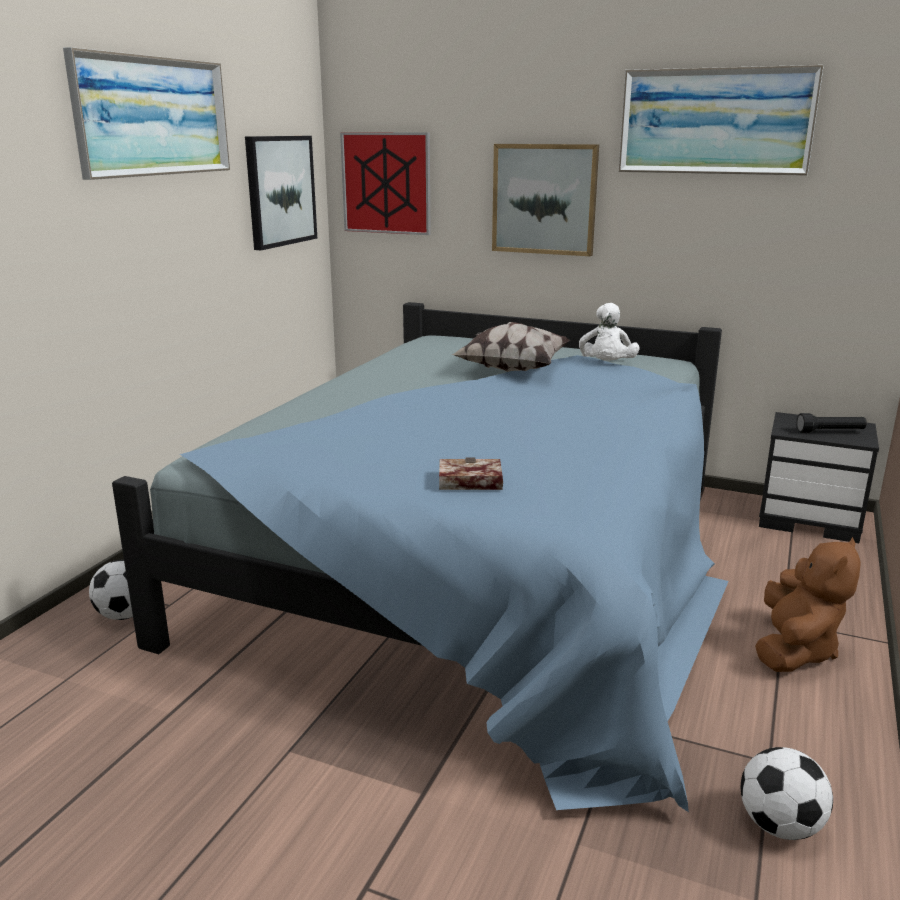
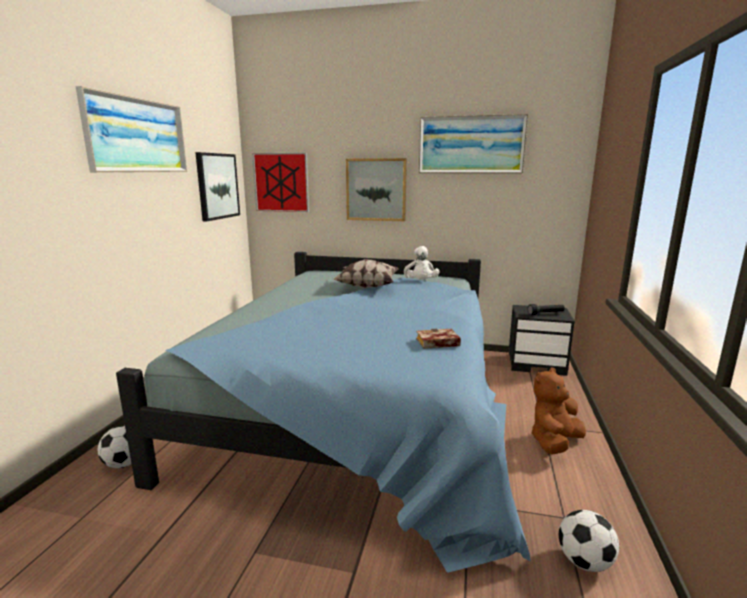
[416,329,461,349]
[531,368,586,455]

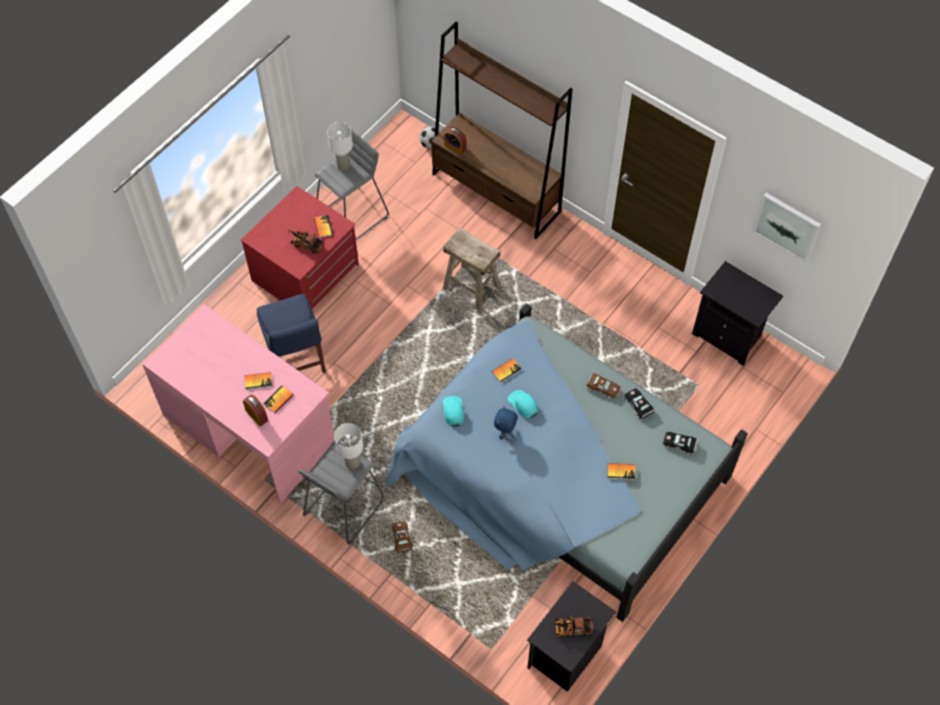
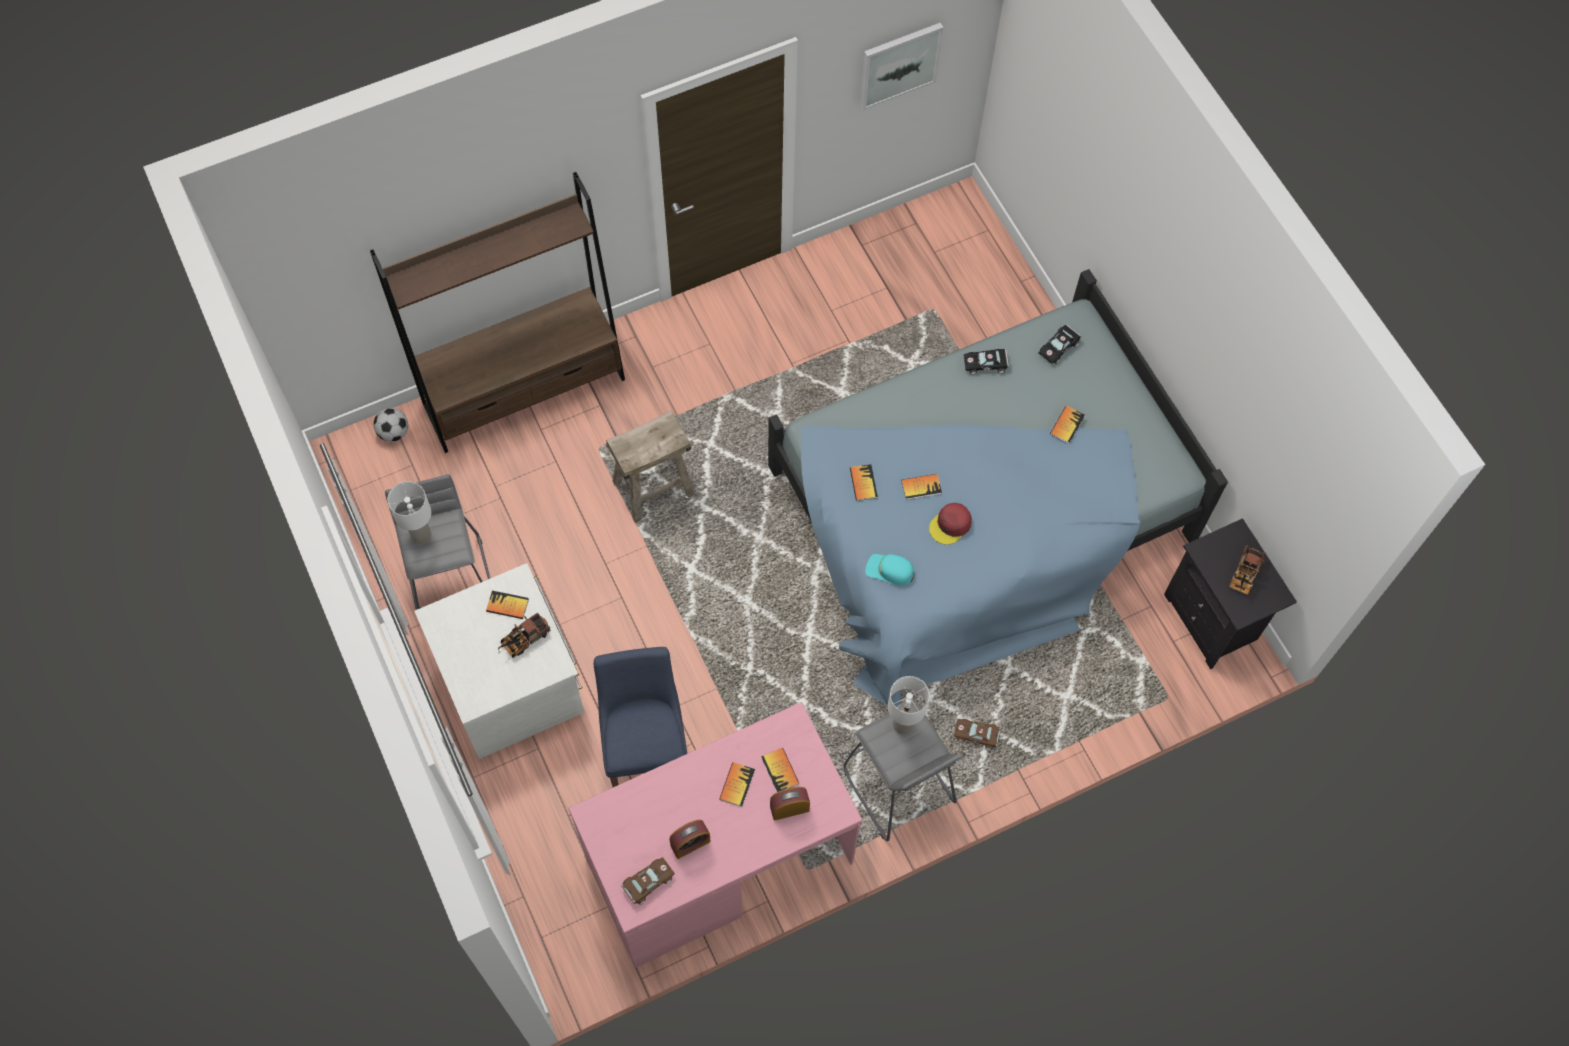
[414,563,584,759]
[594,647,687,787]
[621,857,675,905]
[670,820,711,859]
[901,474,942,500]
[929,503,972,545]
[692,261,783,366] (first image)

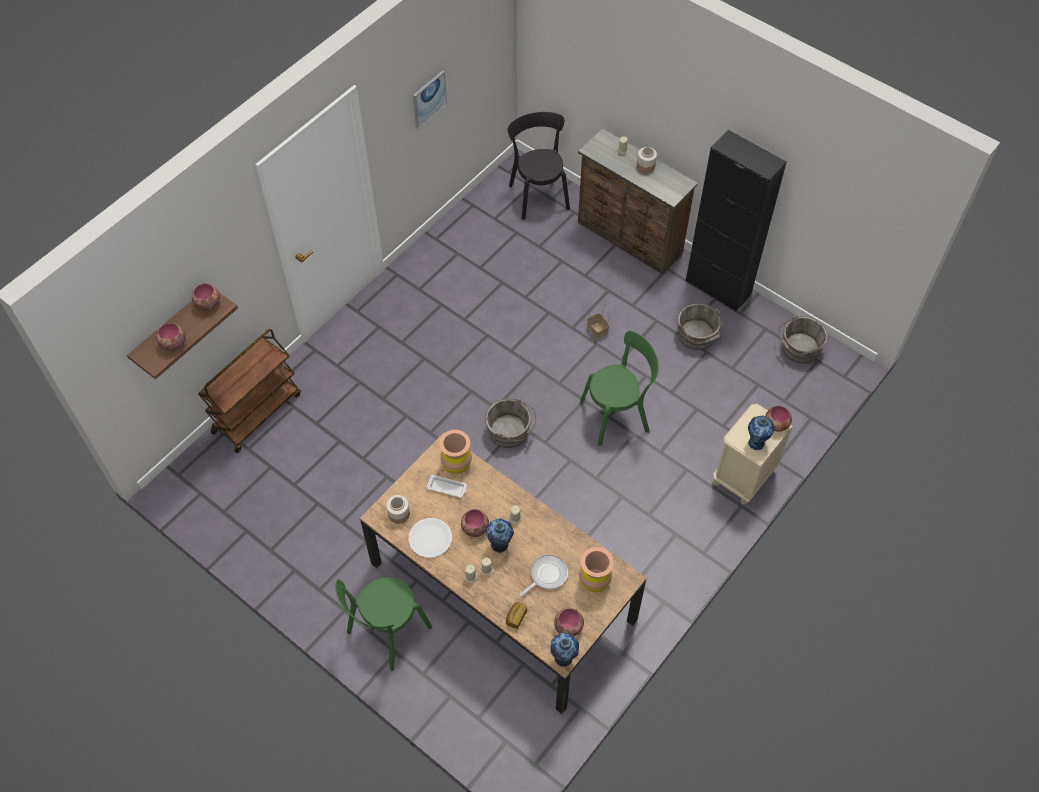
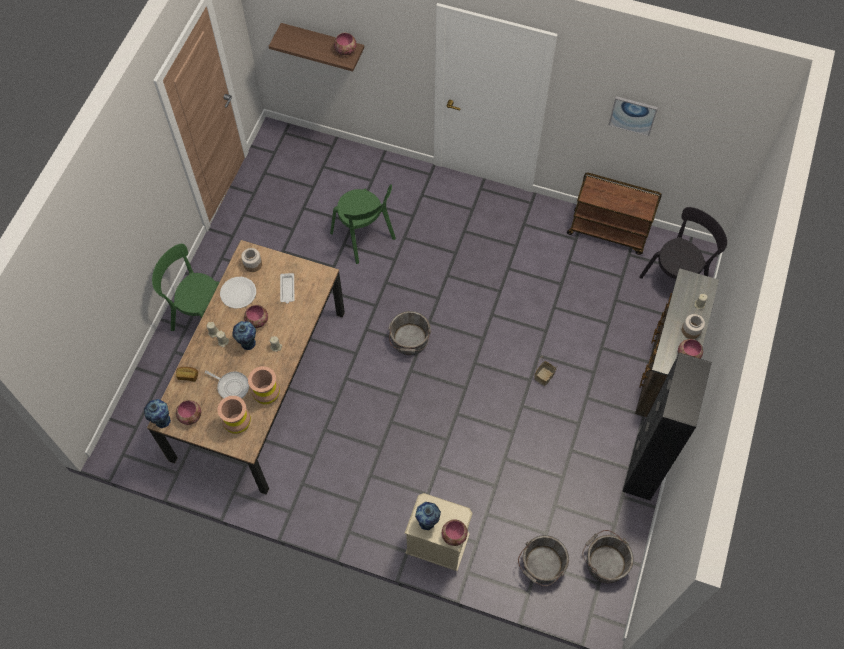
[248,366,280,405]
[330,184,396,264]
[518,535,569,586]
[567,173,662,255]
[678,339,703,359]

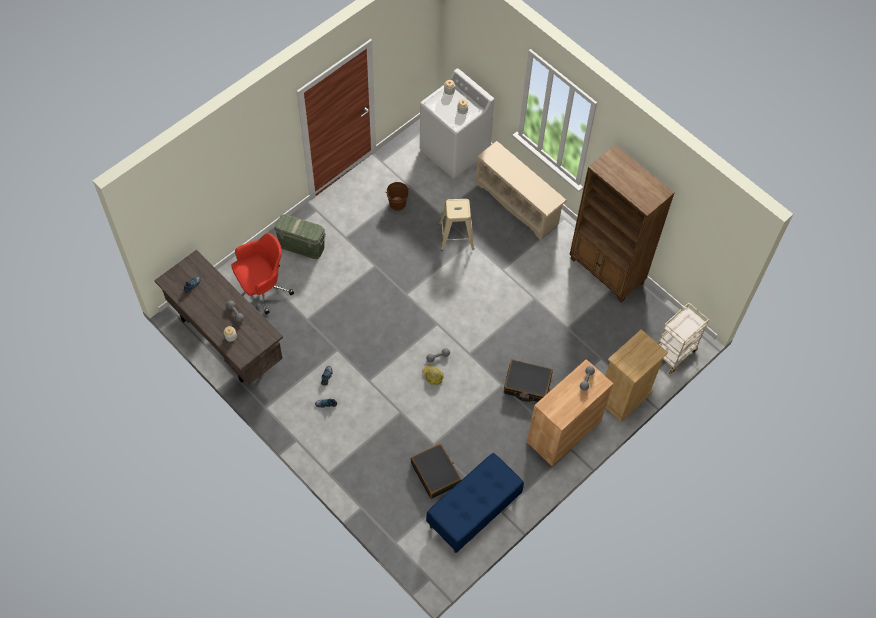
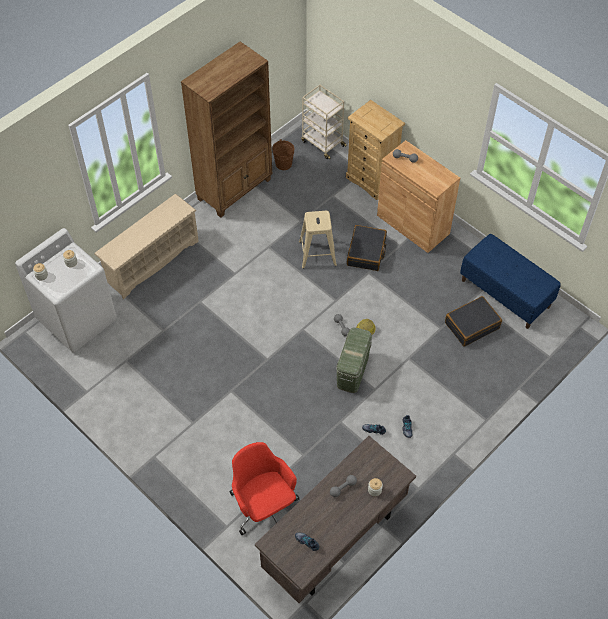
[272,139,294,170]
[299,211,337,269]
[336,327,372,393]

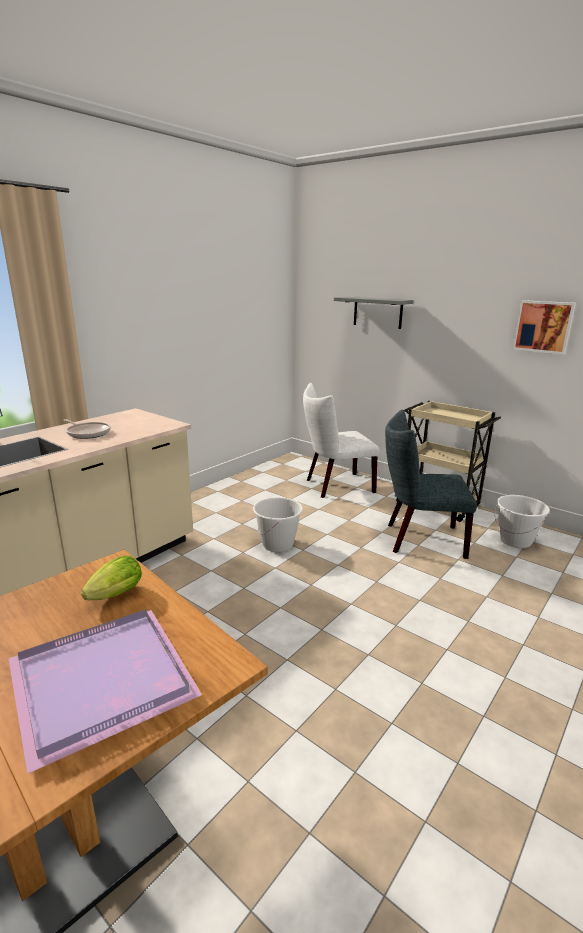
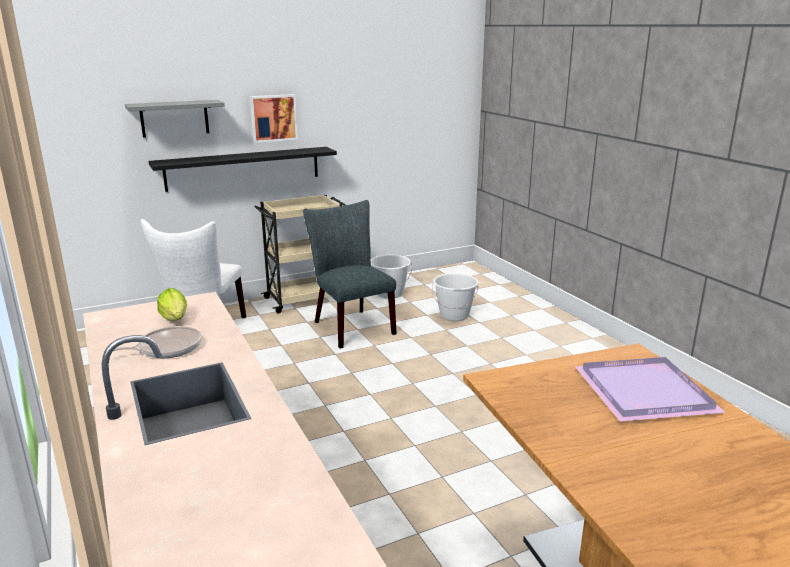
[149,147,337,192]
[157,288,187,321]
[250,94,298,143]
[303,200,397,349]
[432,273,479,321]

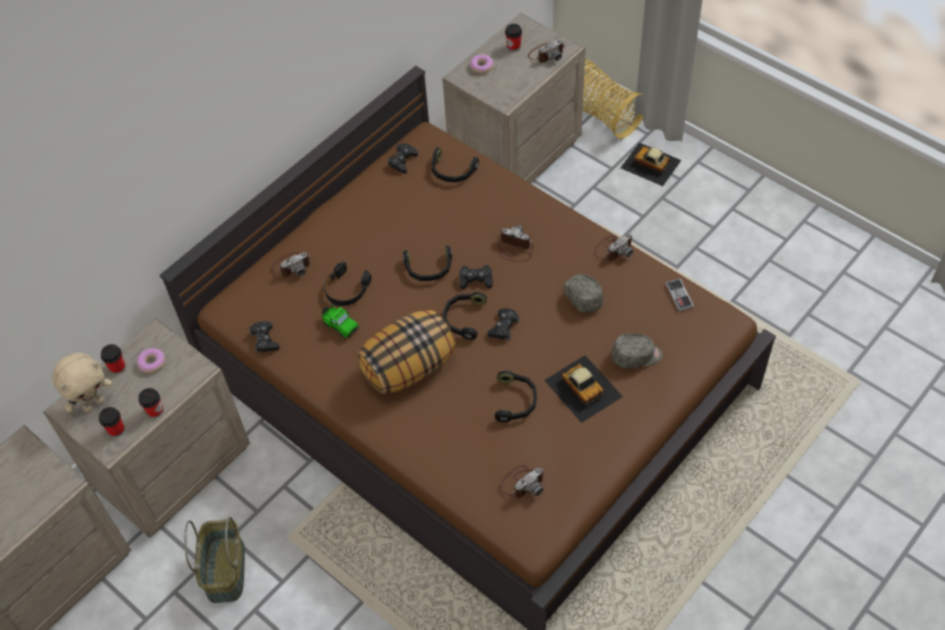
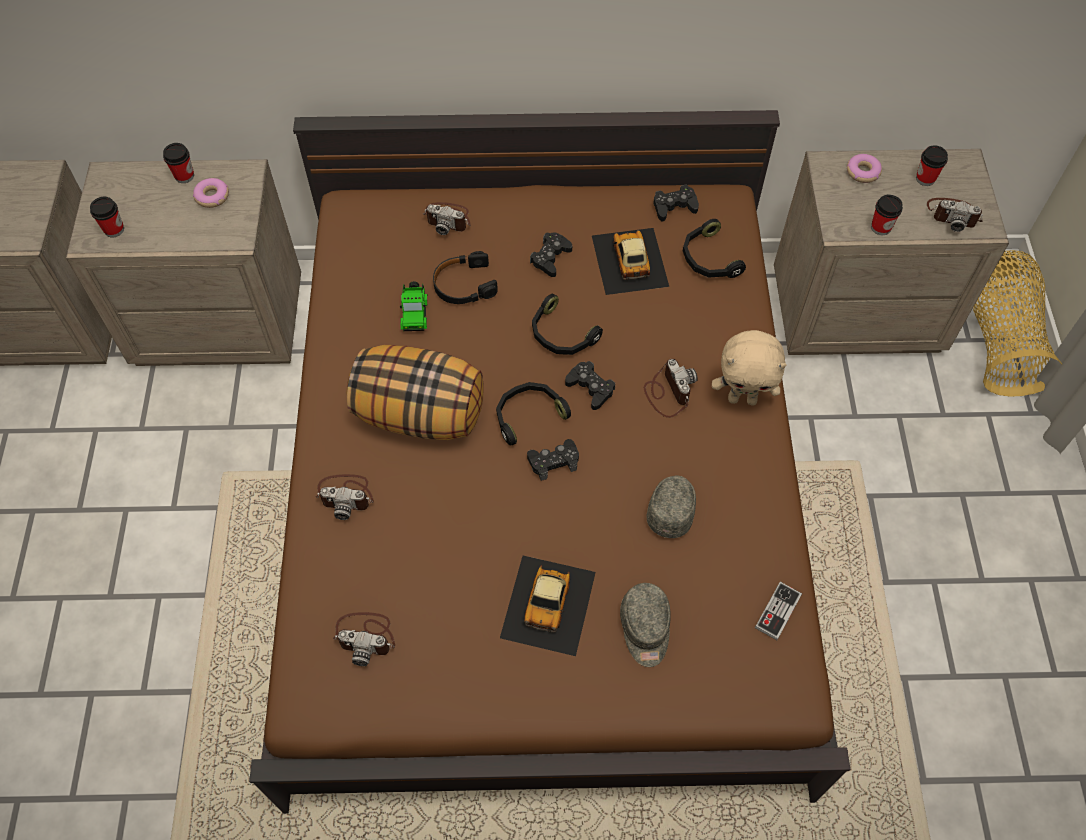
[316,474,374,520]
[530,232,572,277]
[592,228,669,295]
[620,583,671,667]
[712,330,787,406]
[871,195,903,235]
[184,517,245,603] (first image)
[495,371,537,422] (first image)

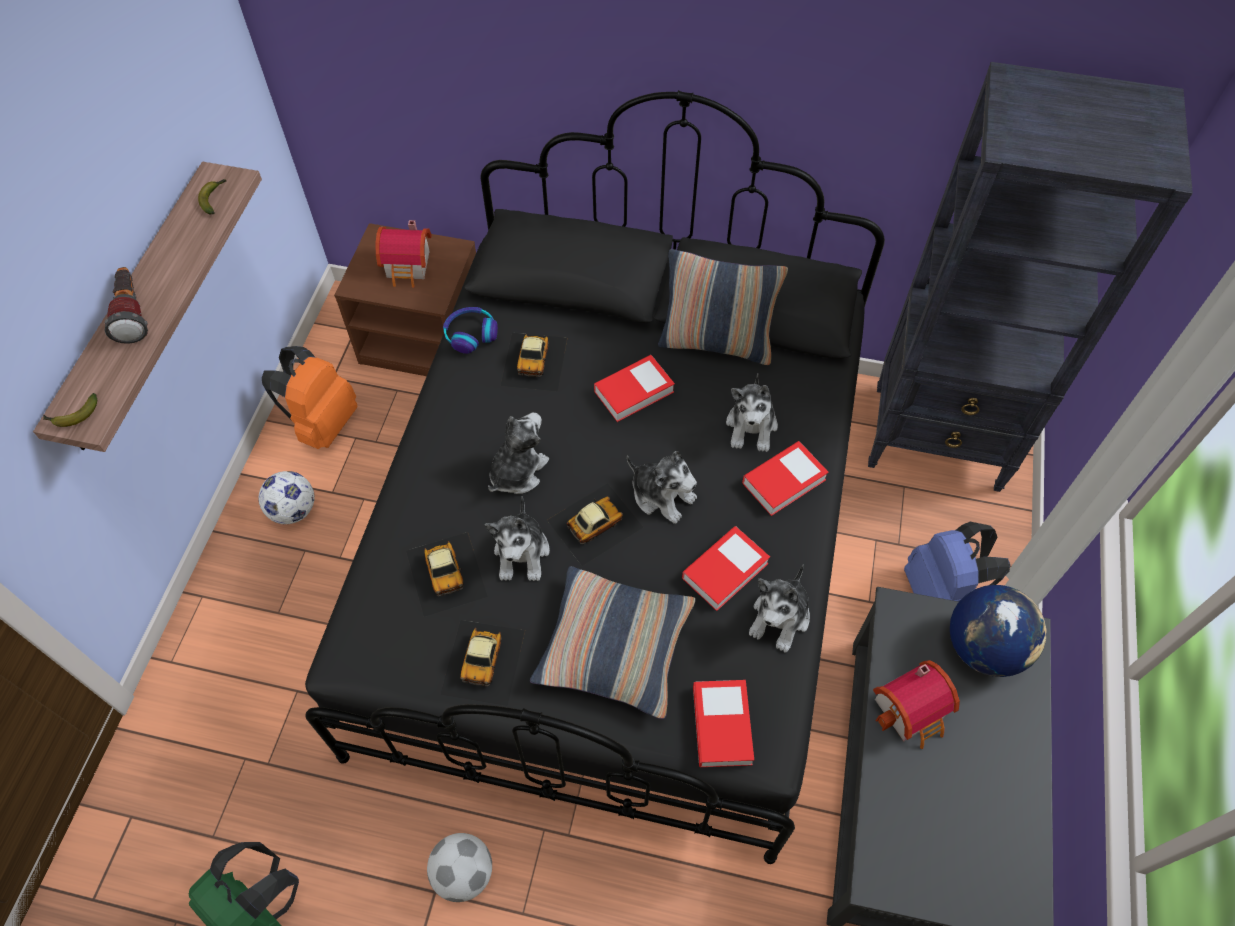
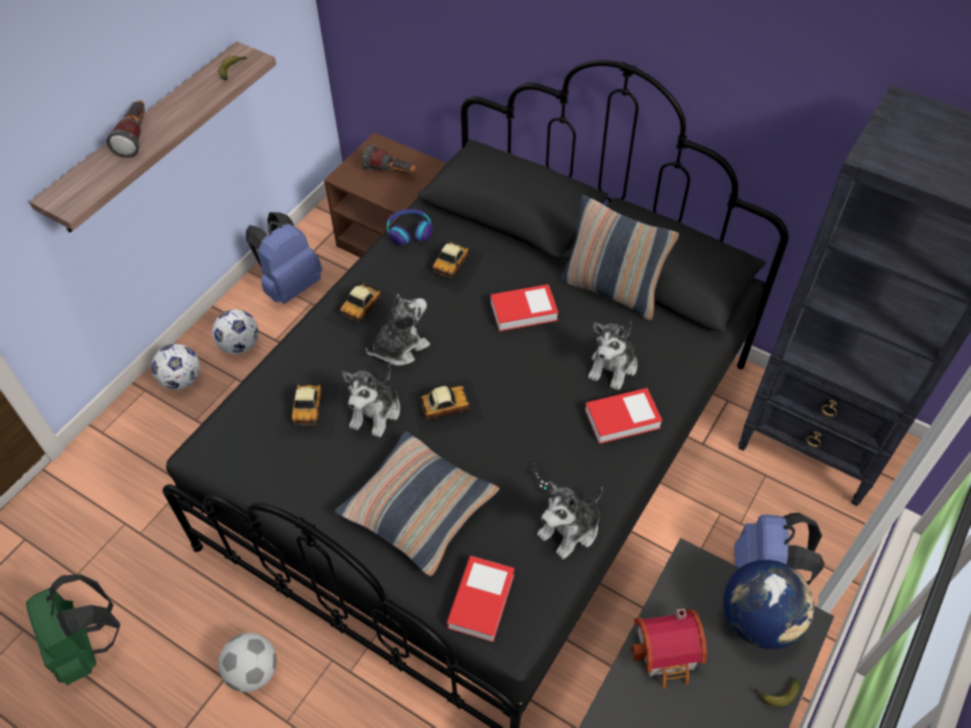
[152,344,200,390]
[246,212,322,304]
[323,280,396,339]
[362,145,417,174]
[526,461,551,493]
[754,678,800,707]
[627,451,697,524] (first image)

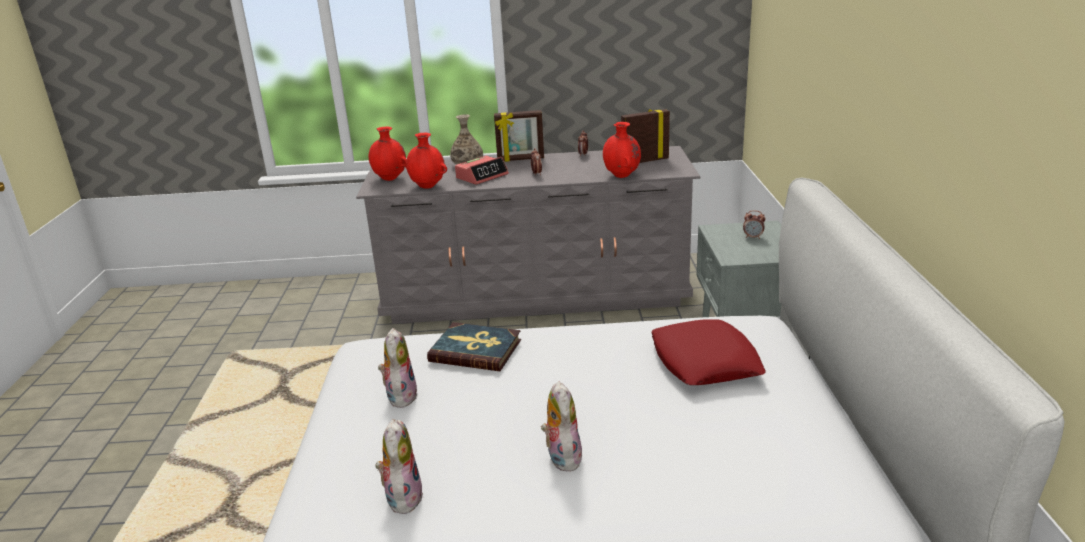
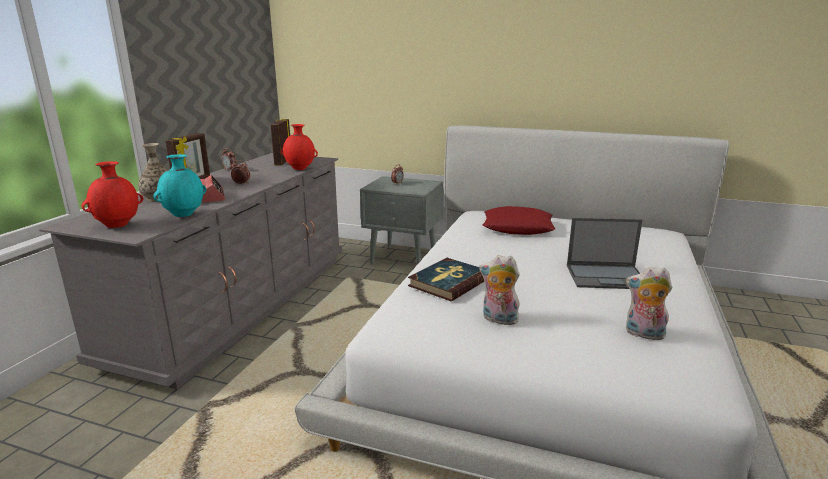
[153,154,206,217]
[567,218,642,289]

